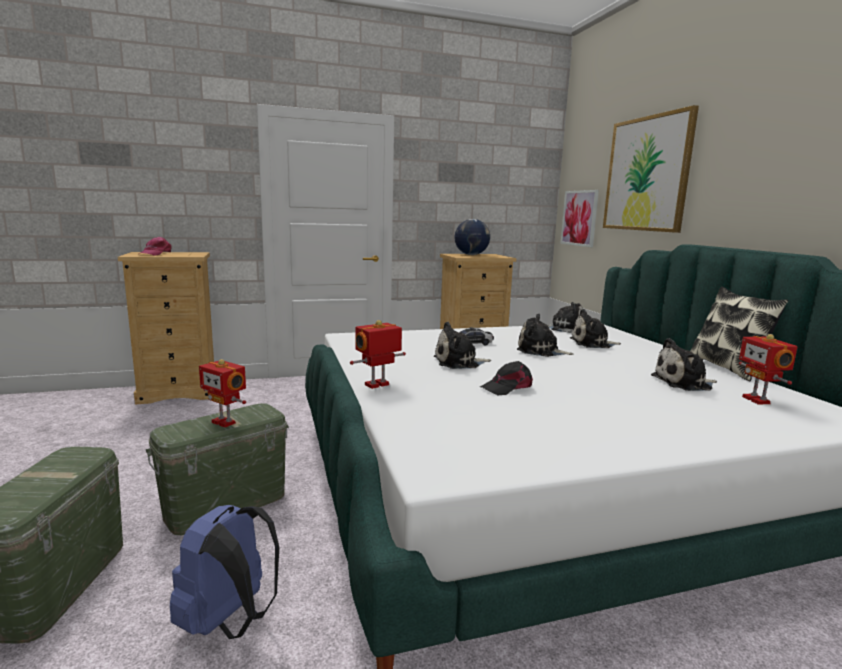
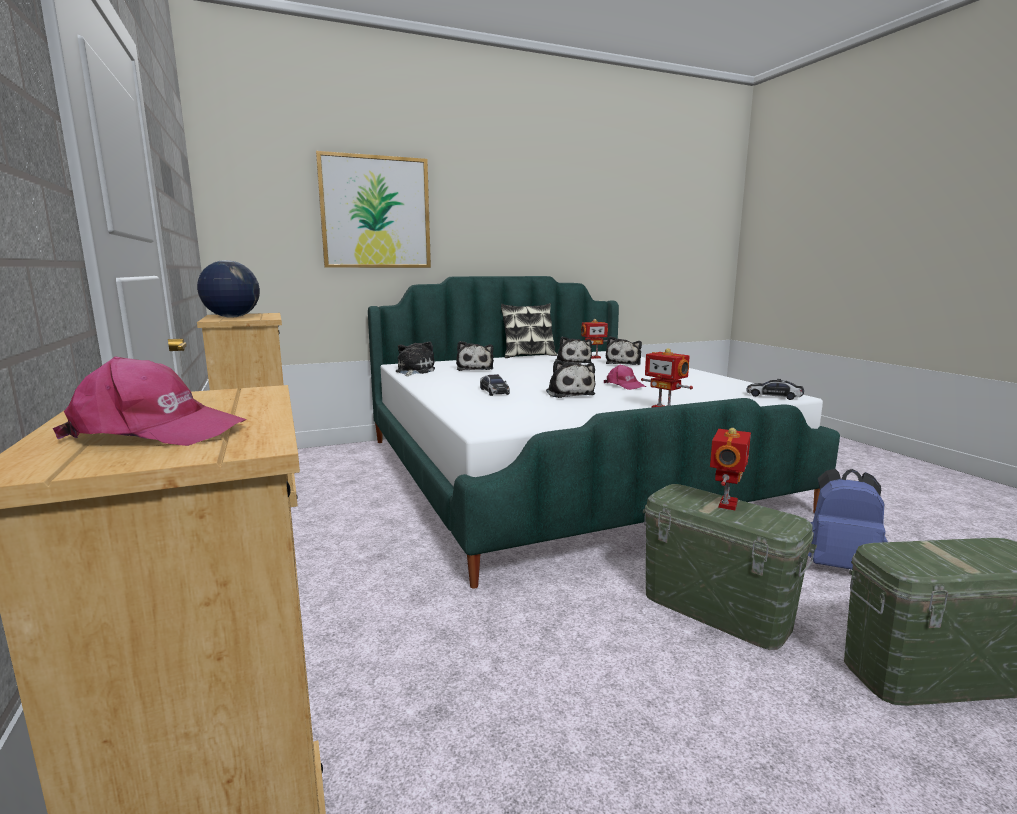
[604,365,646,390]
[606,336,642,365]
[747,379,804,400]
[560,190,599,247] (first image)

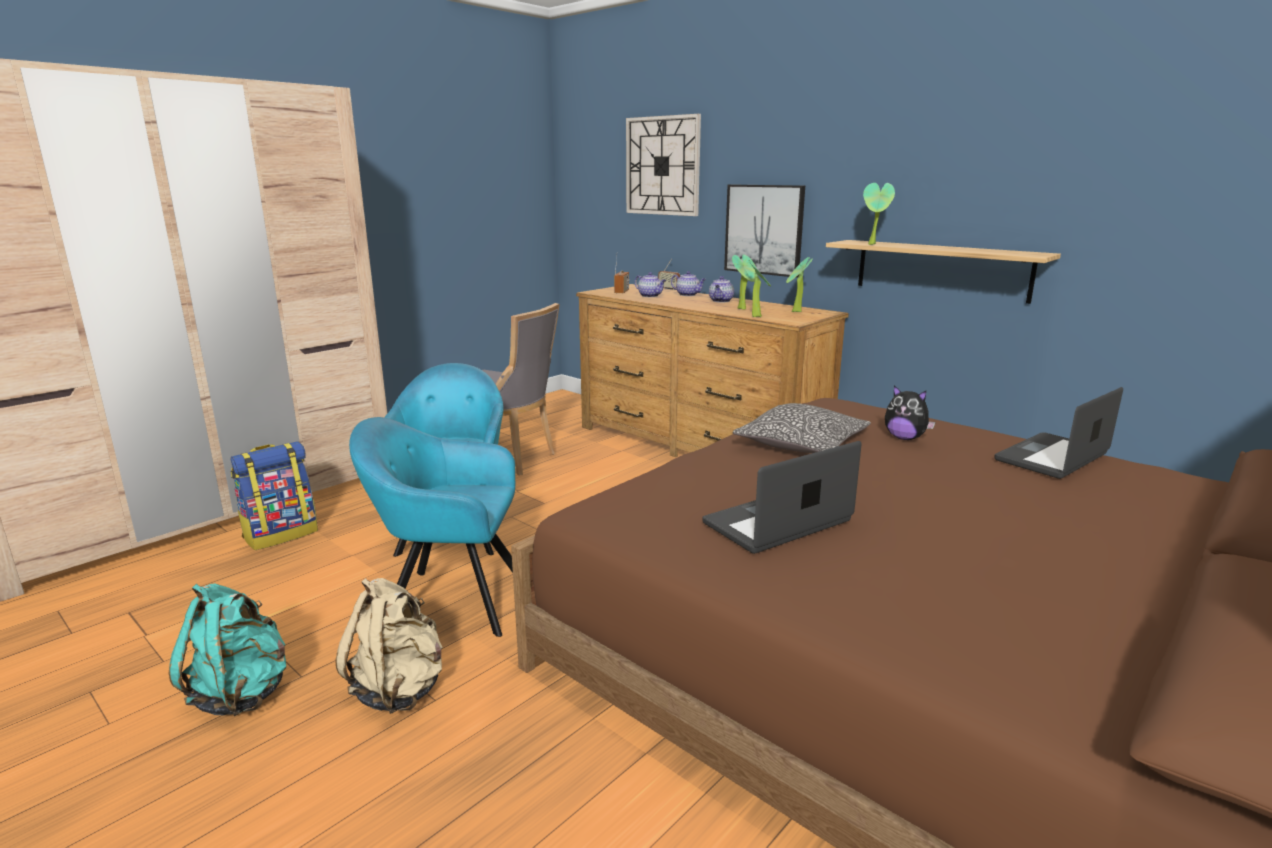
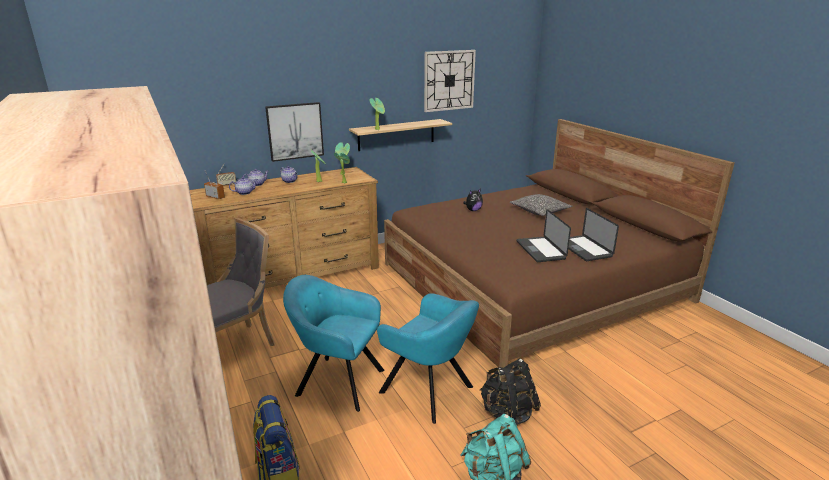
[377,293,479,424]
[424,50,476,112]
[480,358,541,425]
[510,194,572,216]
[568,208,619,261]

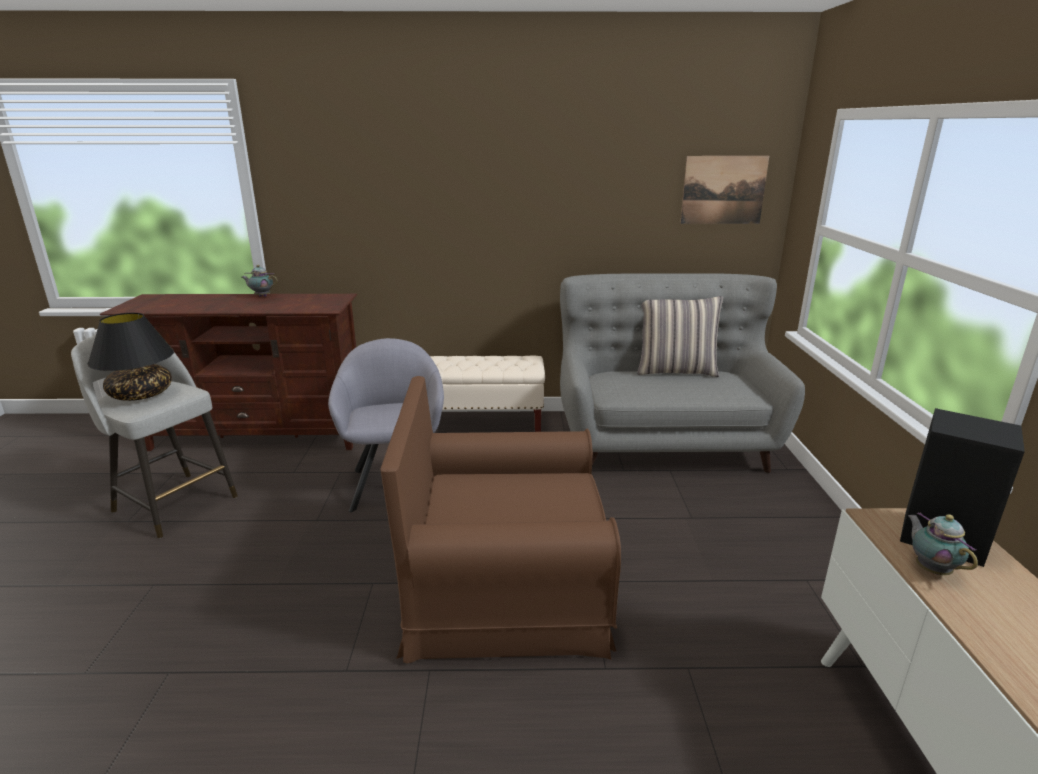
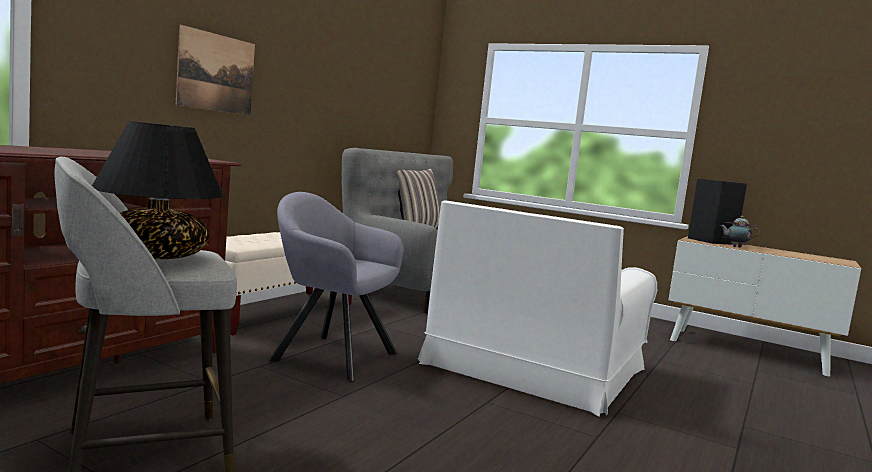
[176,25,255,115]
[418,201,657,416]
[242,265,278,297] (first image)

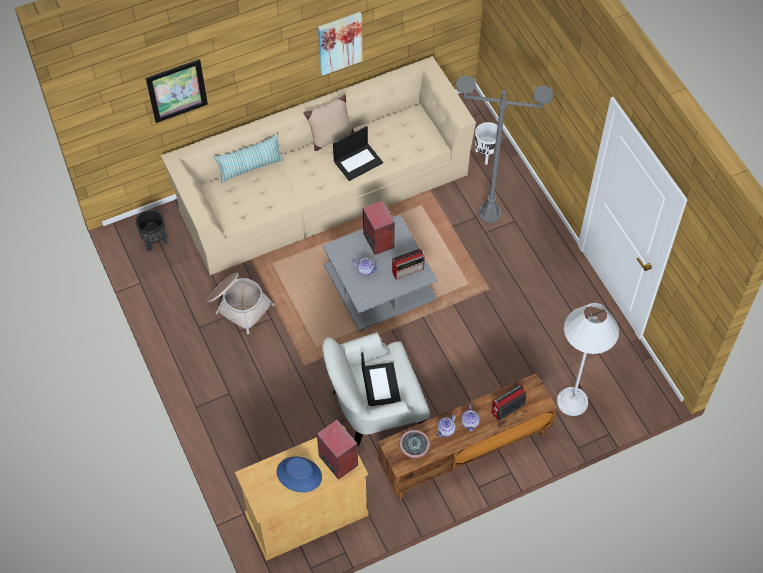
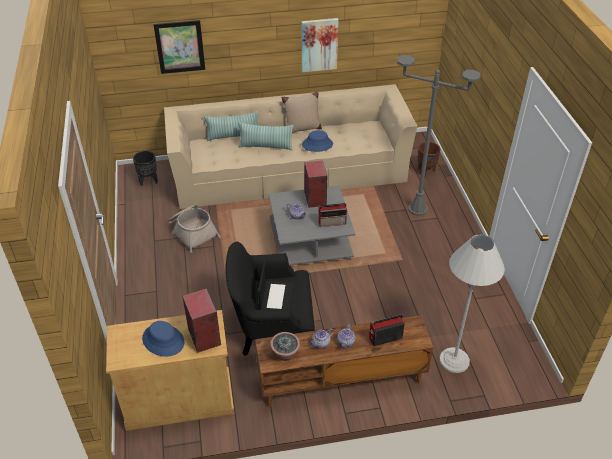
[225,242,315,356]
[238,122,294,151]
[302,130,333,152]
[418,142,440,178]

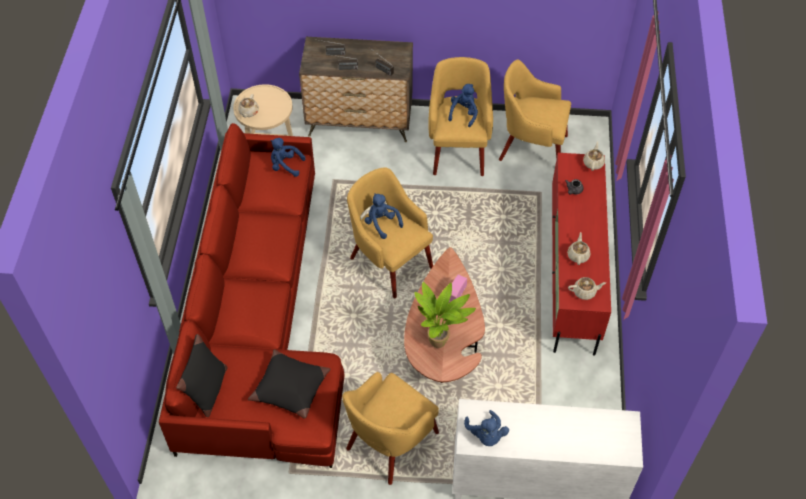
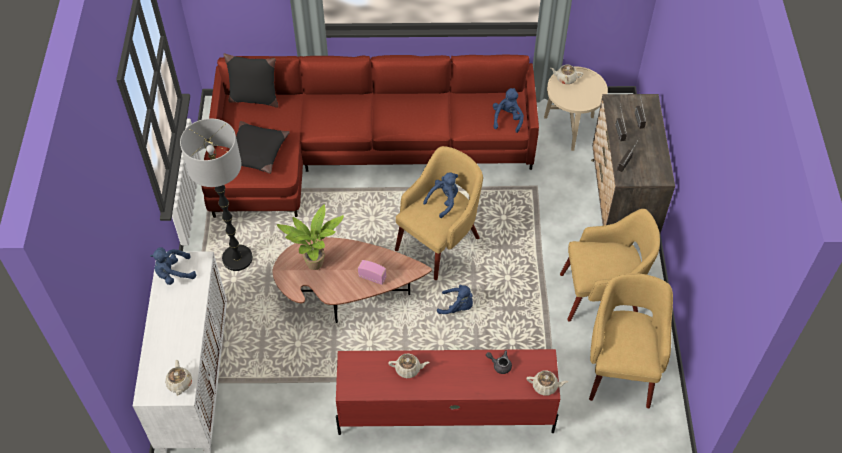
[165,360,192,396]
[180,118,253,271]
[437,285,473,314]

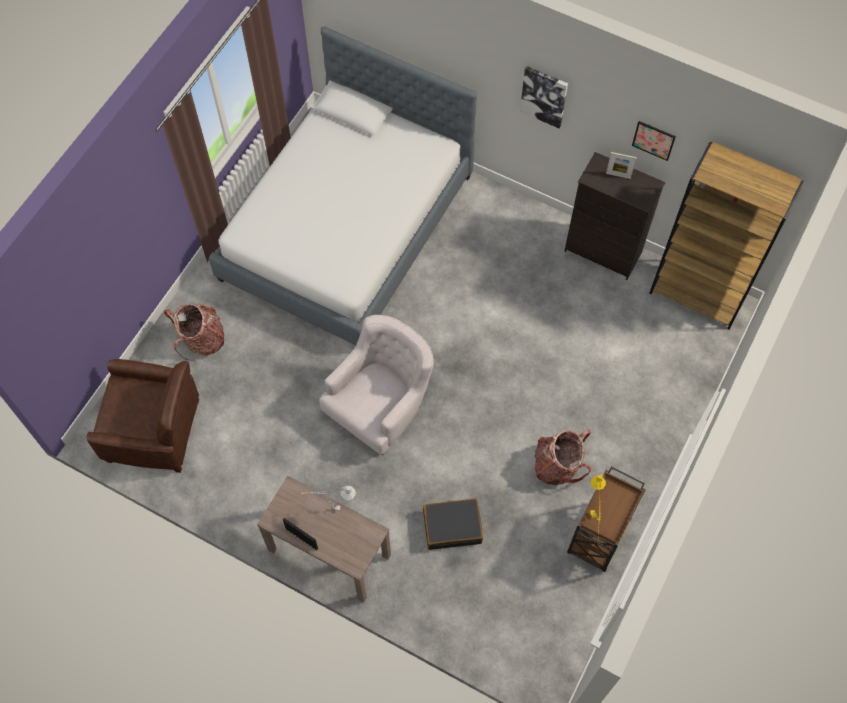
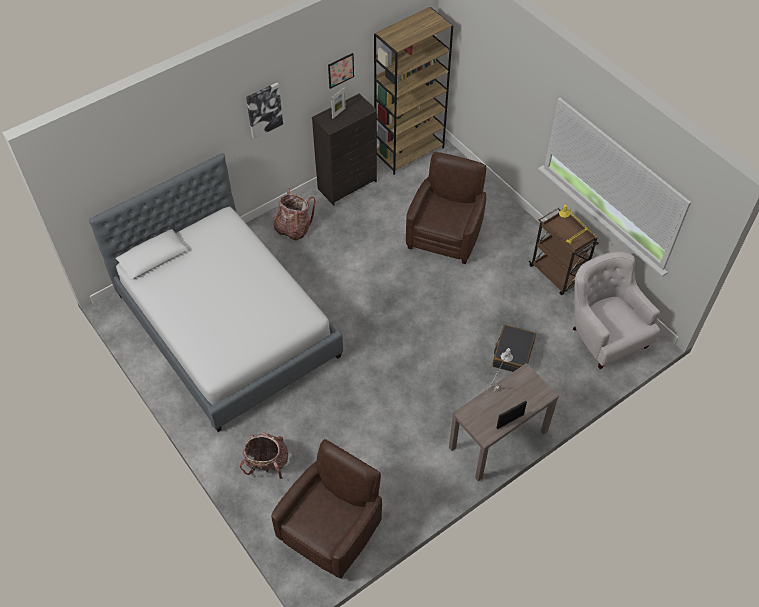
[273,188,315,241]
[406,152,486,264]
[573,252,660,369]

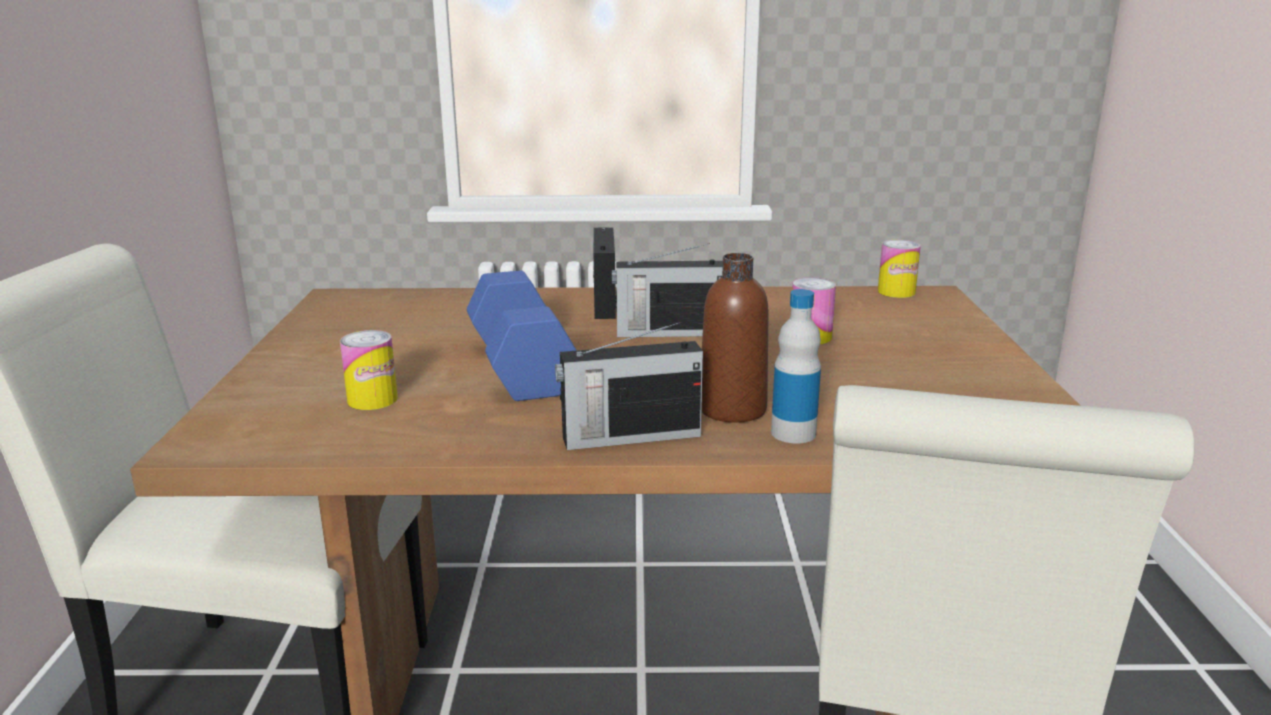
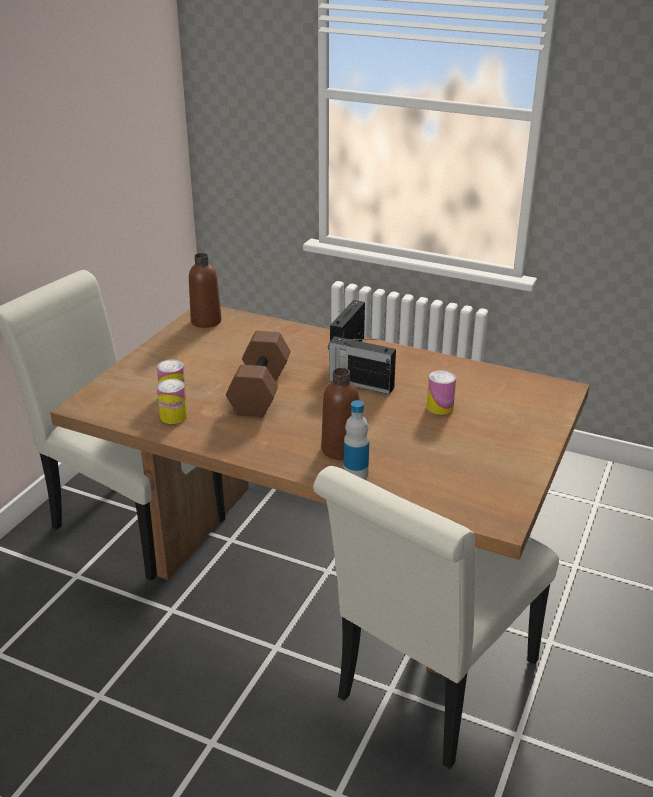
[157,379,187,424]
[189,253,222,328]
[226,331,290,417]
[555,322,703,450] (first image)

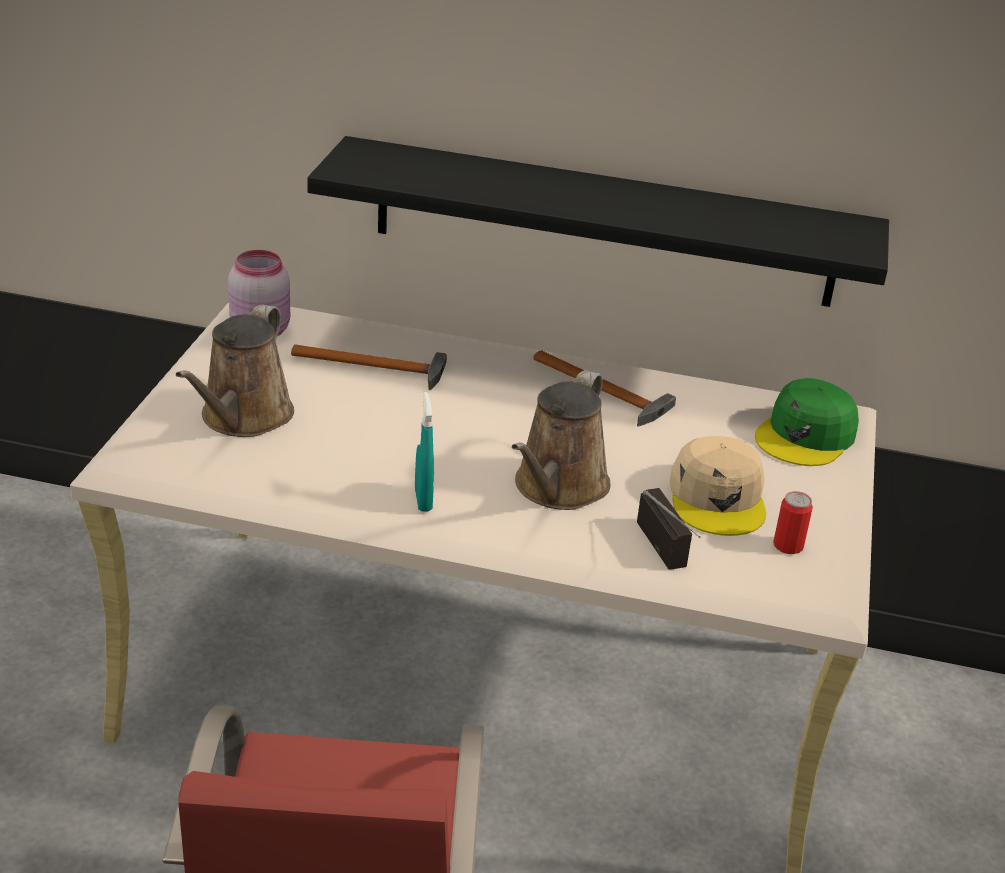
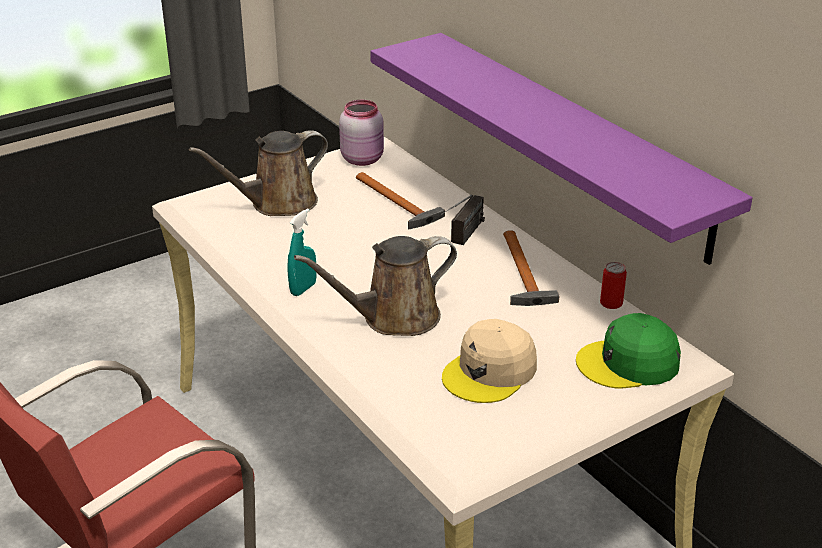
[370,33,753,265]
[441,195,485,245]
[600,262,627,309]

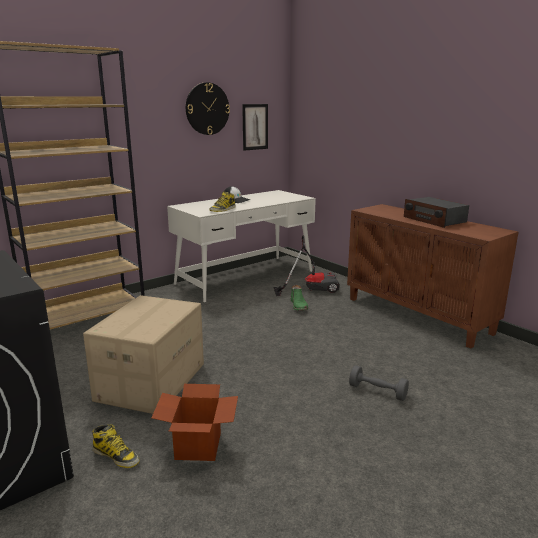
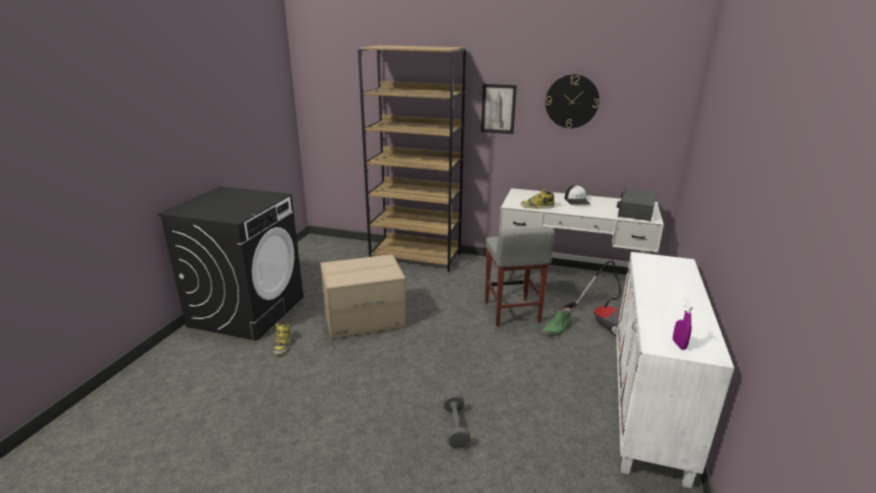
[481,84,517,134]
[485,227,555,327]
[616,252,734,488]
[617,188,657,221]
[673,298,694,350]
[151,384,238,461] (first image)

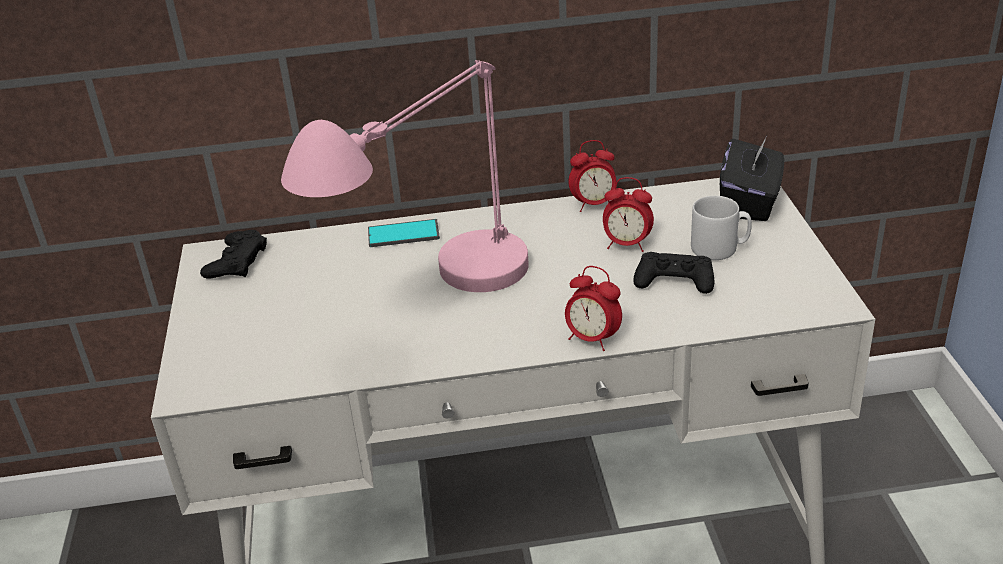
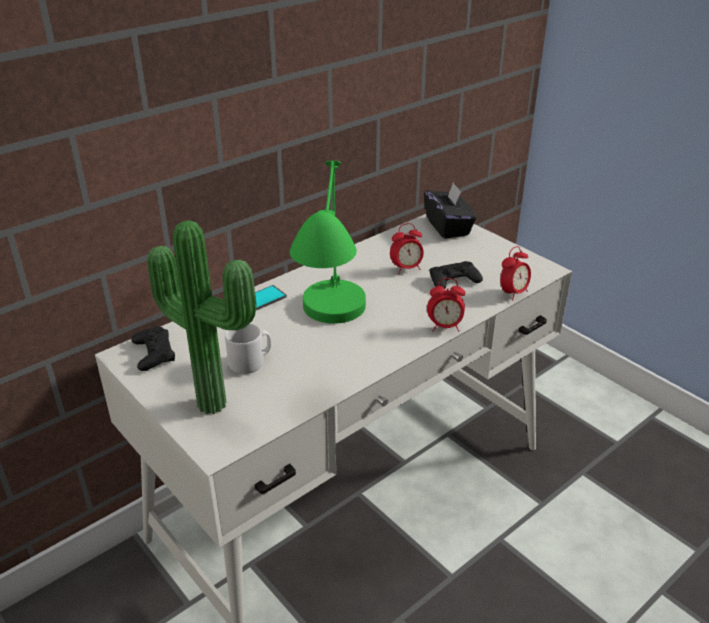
[147,221,256,414]
[225,323,271,374]
[290,160,366,324]
[500,246,531,300]

